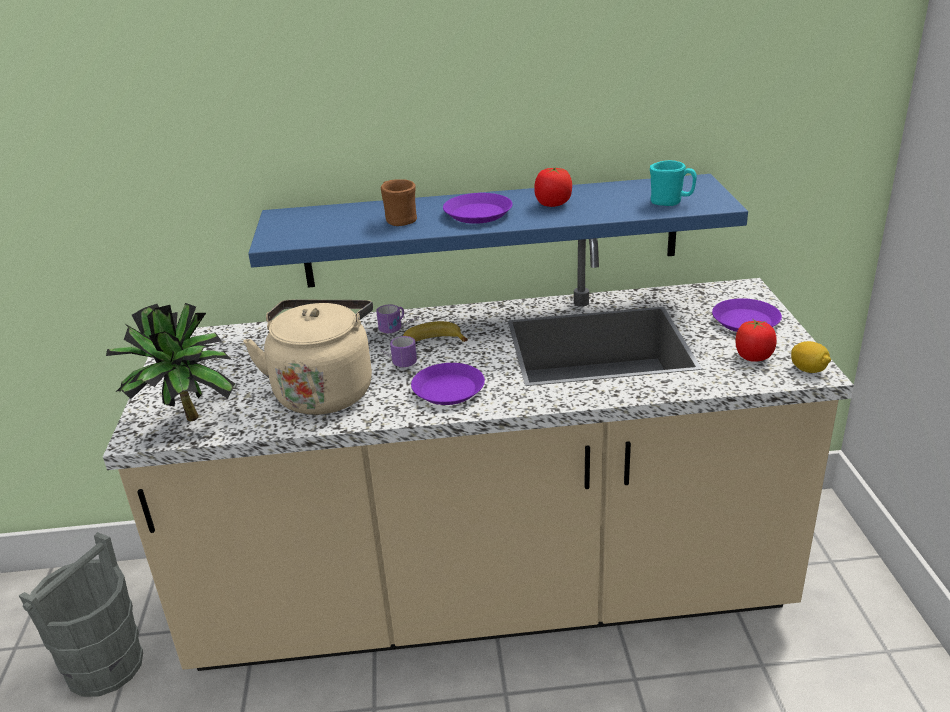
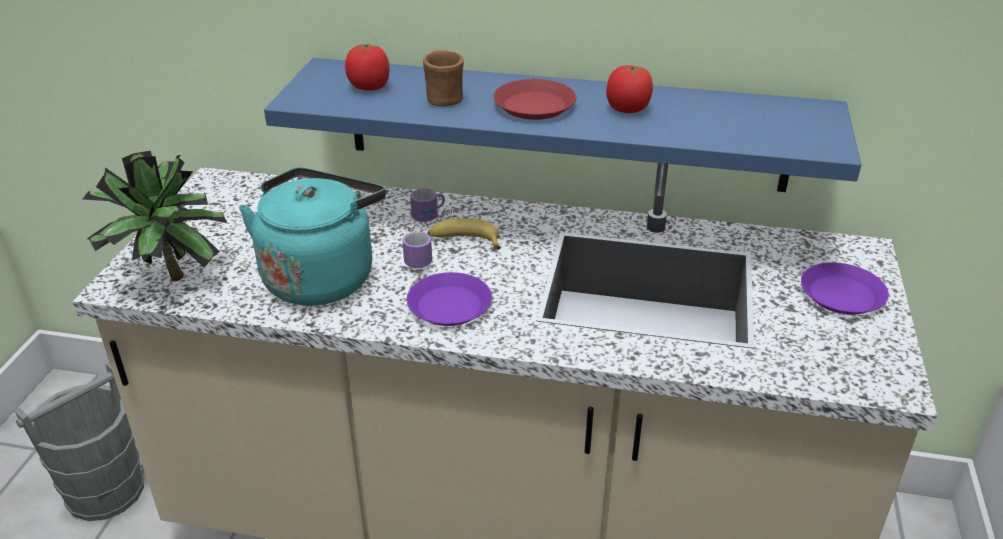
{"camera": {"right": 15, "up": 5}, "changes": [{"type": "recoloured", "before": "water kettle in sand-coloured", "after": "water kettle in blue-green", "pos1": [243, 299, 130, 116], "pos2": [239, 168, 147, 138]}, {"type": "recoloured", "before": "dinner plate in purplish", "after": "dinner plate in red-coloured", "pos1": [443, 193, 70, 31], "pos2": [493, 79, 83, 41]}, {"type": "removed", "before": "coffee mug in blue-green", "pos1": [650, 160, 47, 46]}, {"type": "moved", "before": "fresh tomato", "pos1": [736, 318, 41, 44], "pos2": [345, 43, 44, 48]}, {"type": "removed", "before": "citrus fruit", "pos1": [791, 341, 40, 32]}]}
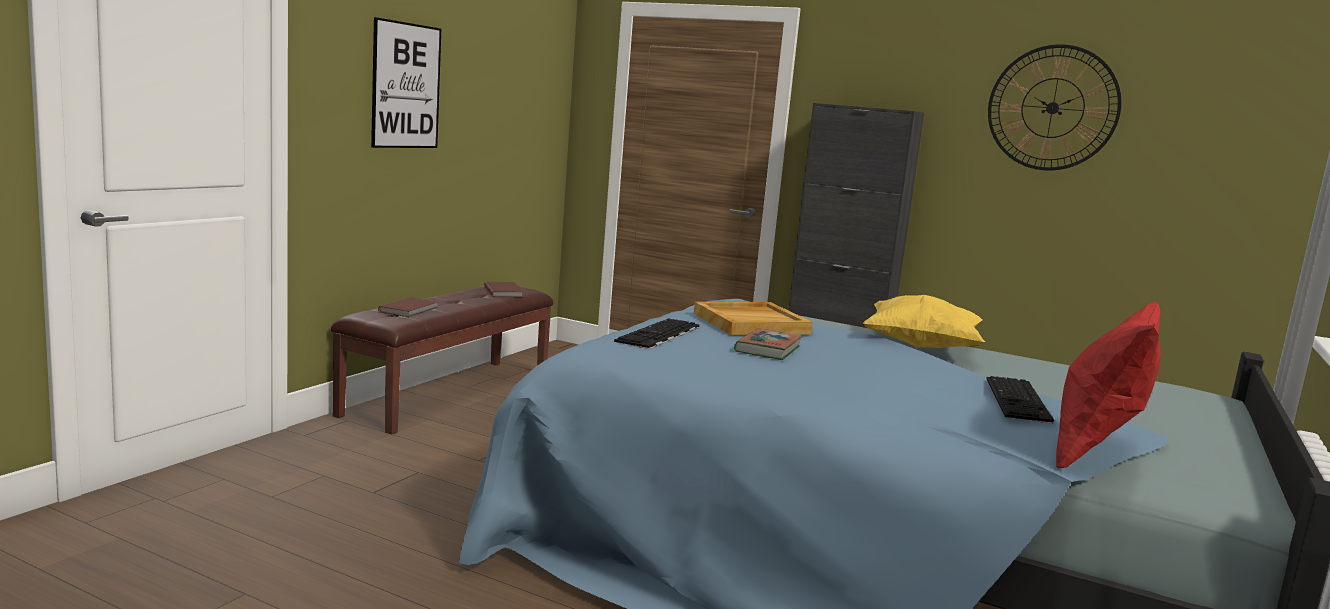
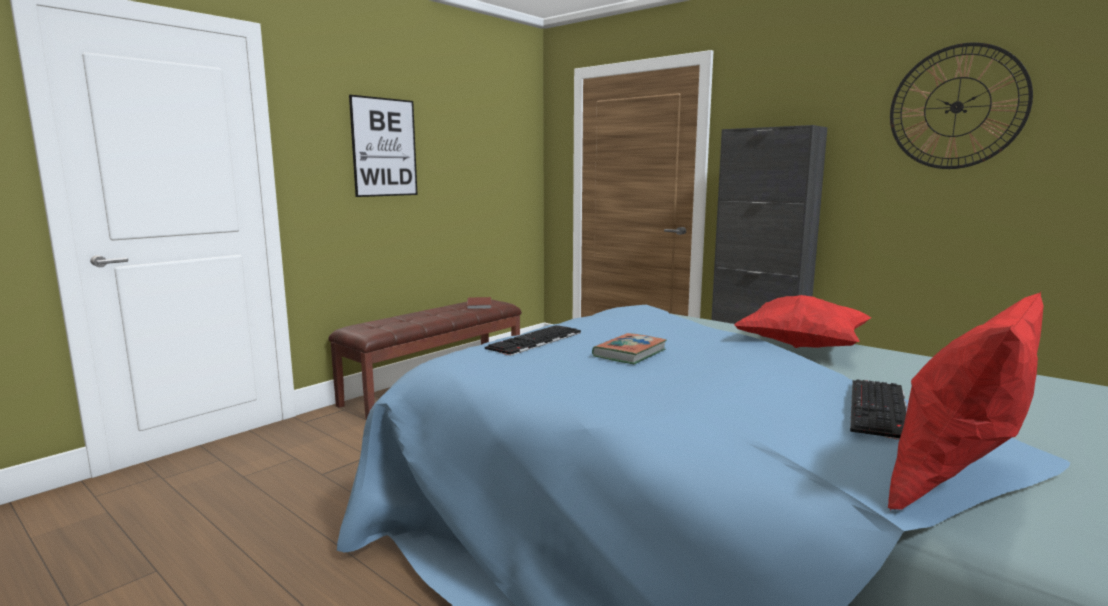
{"camera": {"right": 15, "up": 0}, "changes": [{"type": "removed", "before": "volume in brownish", "pos1": [378, 297, 60, 20]}, {"type": "removed", "before": "tray in sand-coloured", "pos1": [694, 302, 119, 33]}, {"type": "recoloured", "before": "pillow in yellowish", "after": "pillow in red-coloured", "pos1": [863, 295, 122, 53], "pos2": [734, 295, 138, 53]}]}
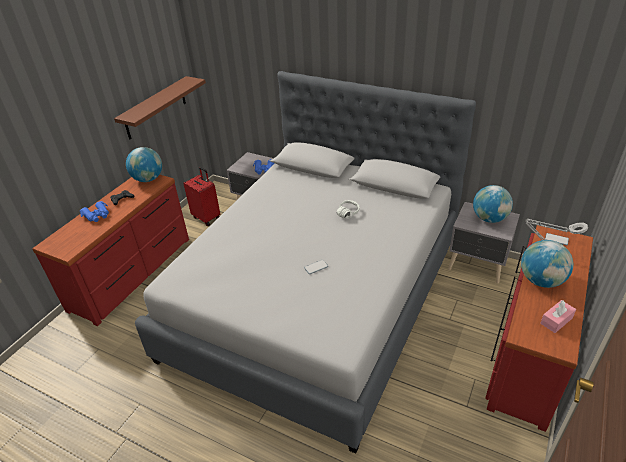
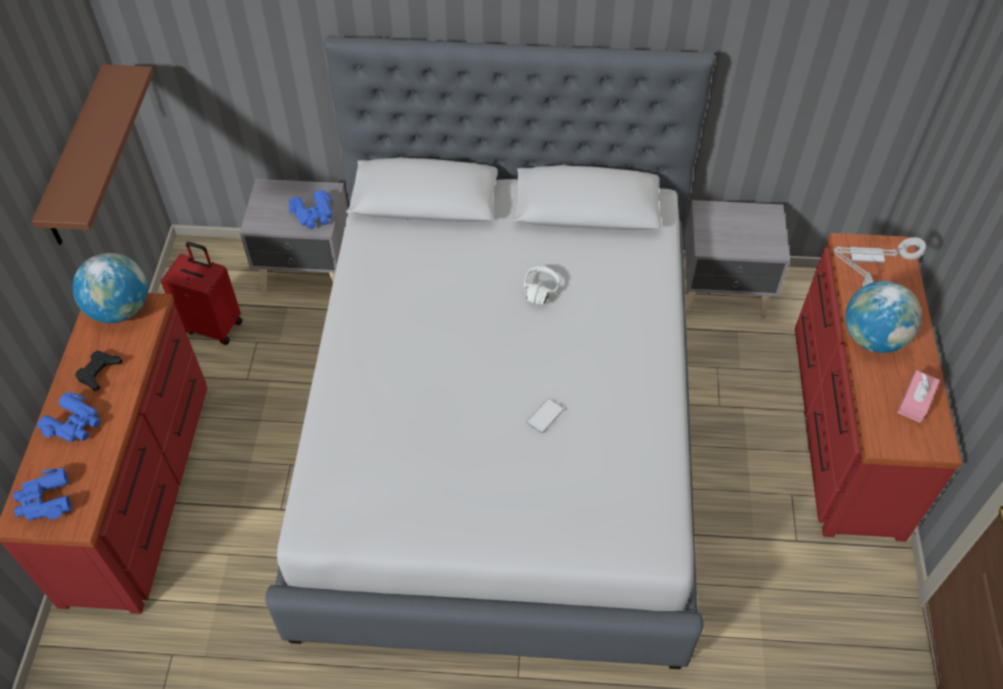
{"camera": {"right": -25, "up": 15}, "changes": [{"type": "removed", "before": "world globe", "pos1": [473, 185, 40, 38]}, {"type": "added", "after": "field glasses in blue", "pos2": [13, 467, 58, 53]}]}
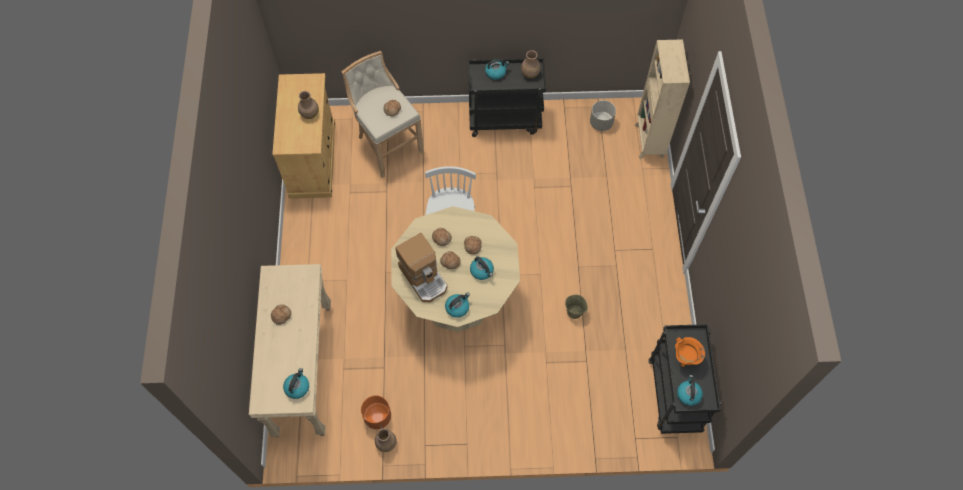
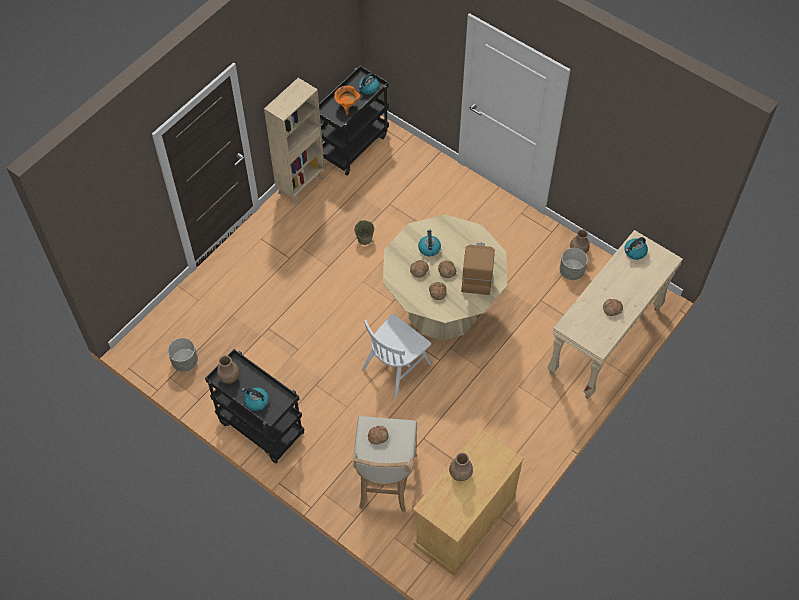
{"camera": {"right": -140, "up": -5}, "changes": [{"type": "recoloured", "before": "planter in orange", "after": "planter in gray", "pos1": [361, 396, 30, 33], "pos2": [560, 248, 28, 32]}, {"type": "removed", "before": "water kettle", "pos1": [445, 292, 25, 26]}, {"type": "moved", "before": "bookshelf in sand-coloured", "pos1": [634, 39, 56, 120], "pos2": [264, 78, 60, 127]}]}
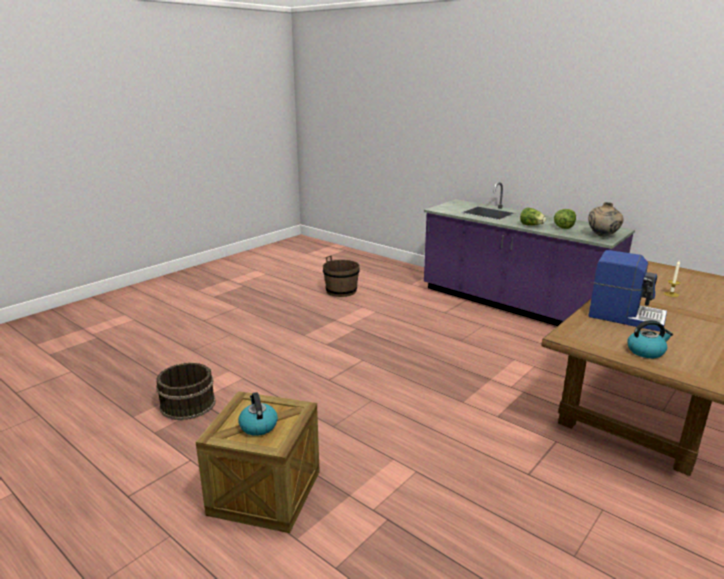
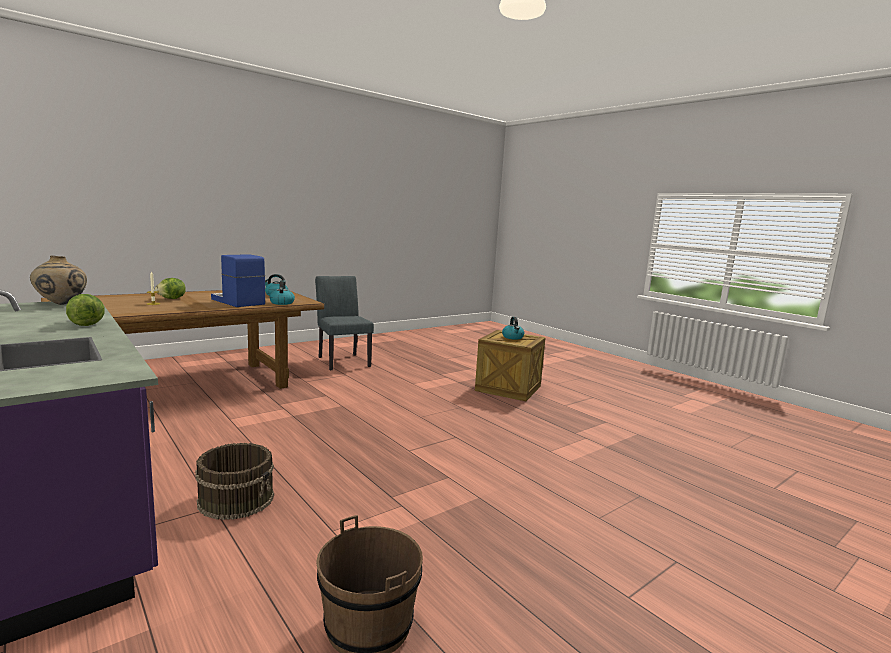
{"camera": {"right": -170, "up": -10}, "changes": [{"type": "moved", "before": "water bucket in brownish", "pos1": [156, 363, 60, 57], "pos2": [195, 443, 79, 77]}, {"type": "moved", "before": "head of lettuce", "pos1": [554, 209, 22, 20], "pos2": [155, 278, 31, 21]}, {"type": "added", "after": "water kettle", "pos2": [270, 280, 25, 25]}, {"type": "added", "after": "chair in gray", "pos2": [315, 276, 59, 94]}]}
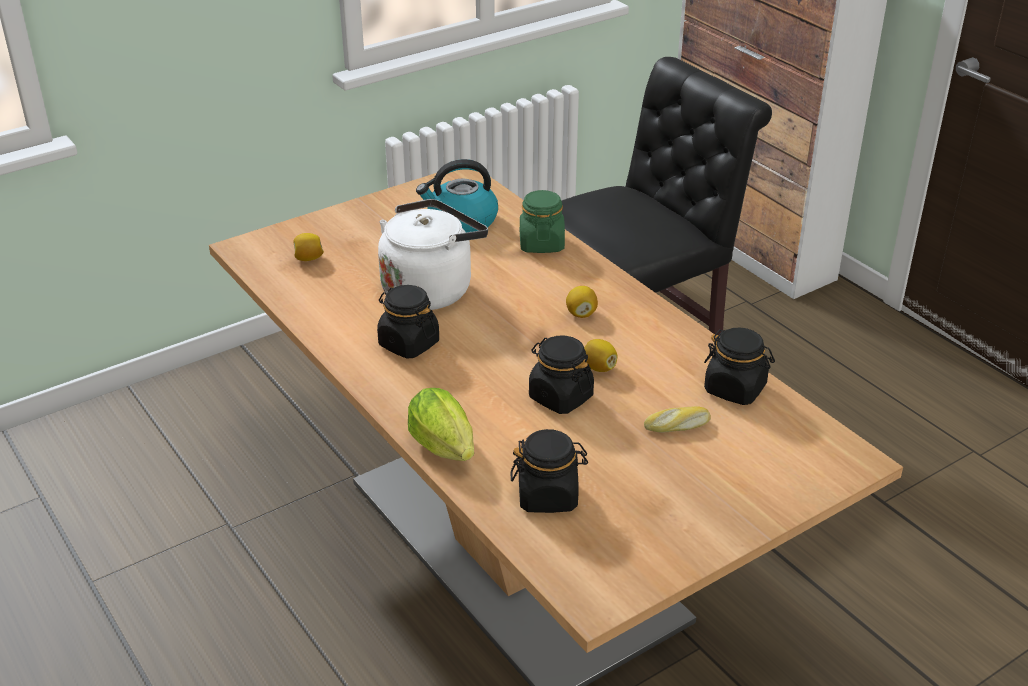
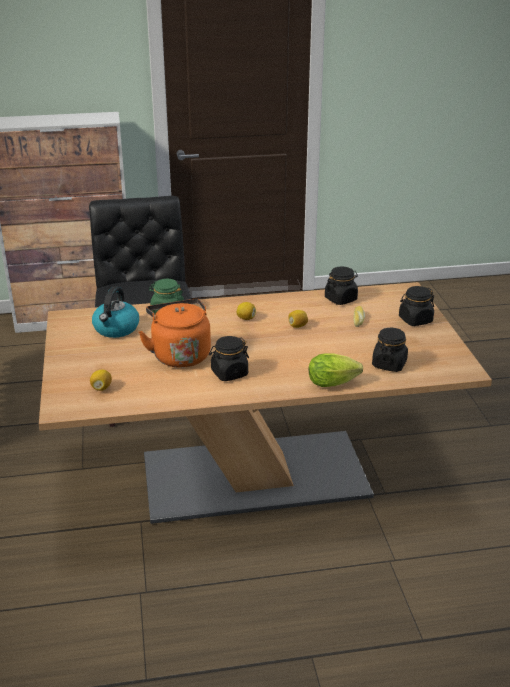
{"camera": {"right": -65, "up": -5}, "changes": [{"type": "recoloured", "before": "water kettle in whitish", "after": "water kettle in orange", "pos1": [378, 199, 110, 111], "pos2": [139, 299, 72, 69]}, {"type": "moved", "before": "jar in black-coloured", "pos1": [529, 335, 65, 79], "pos2": [399, 286, 35, 40]}]}
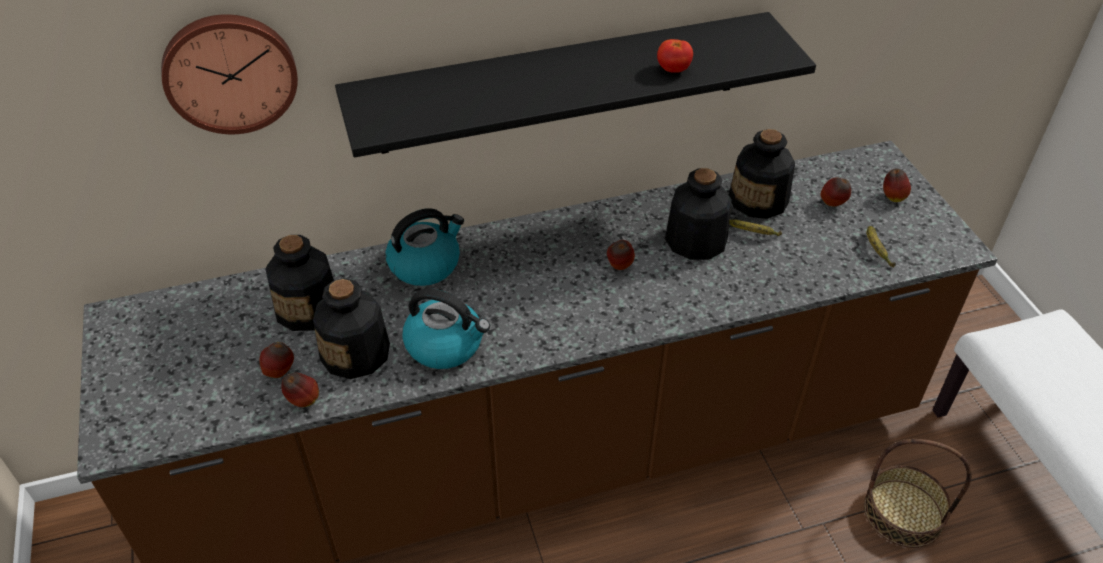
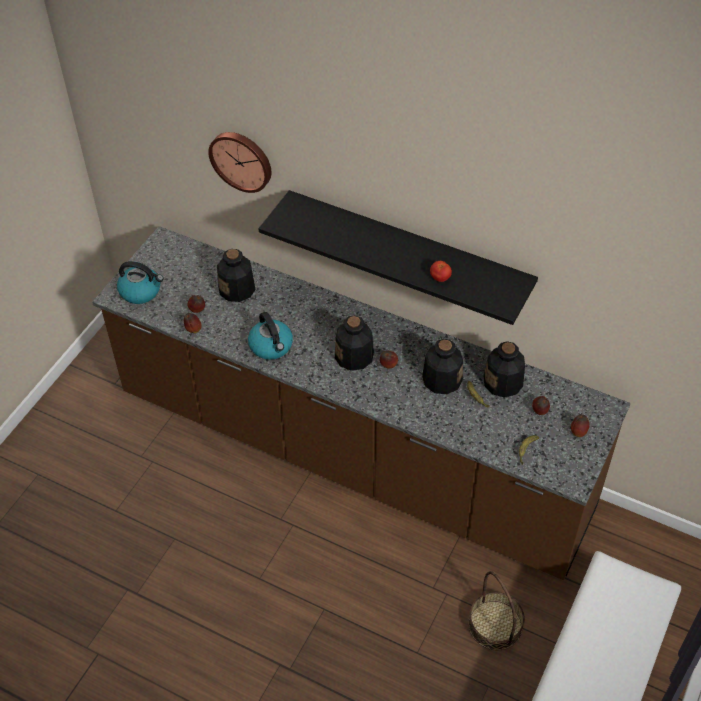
{"camera": {"right": 45, "up": 5}, "changes": [{"type": "moved", "before": "beverage bottle", "pos1": [313, 278, 77, 101], "pos2": [335, 315, 39, 56]}, {"type": "moved", "before": "water kettle", "pos1": [386, 208, 78, 78], "pos2": [117, 261, 47, 43]}]}
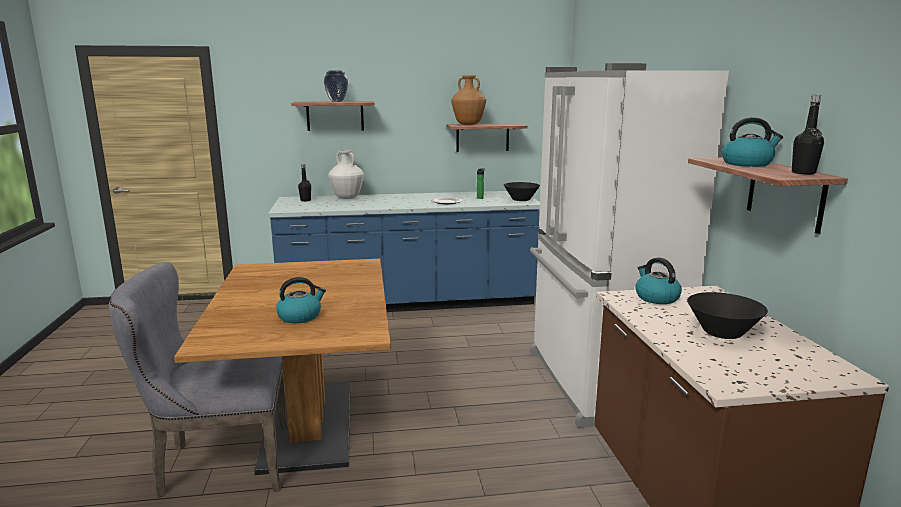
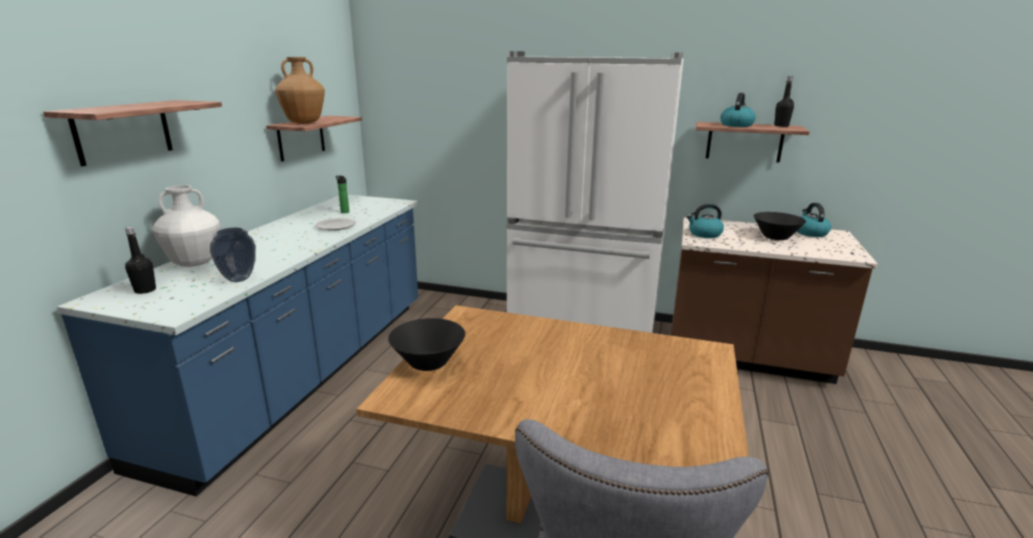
{"camera": {"right": -65, "up": 5}, "changes": [{"type": "moved", "before": "water kettle", "pos1": [276, 277, 50, 46], "pos2": [797, 203, 34, 34]}, {"type": "moved", "before": "decorative vase", "pos1": [324, 71, 24, 31], "pos2": [210, 228, 46, 54]}, {"type": "moved", "before": "bowl in black-coloured", "pos1": [504, 182, 36, 19], "pos2": [388, 318, 77, 53]}]}
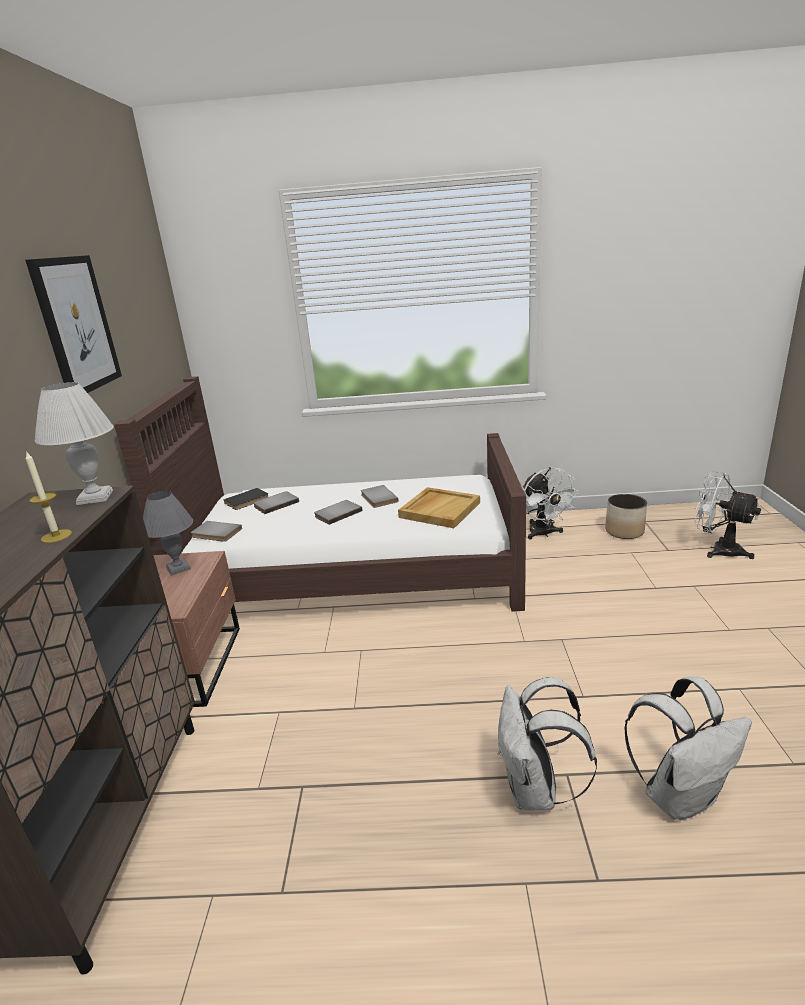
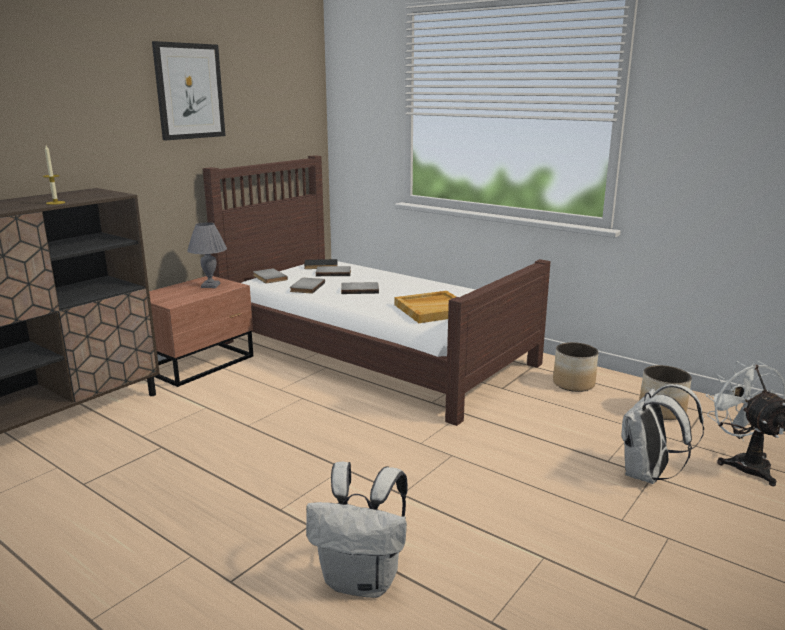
{"camera": {"right": 35, "up": -5}, "changes": [{"type": "removed", "before": "table lamp in whitish", "pos1": [35, 382, 79, 123]}, {"type": "moved", "before": "volume in gray", "pos1": [361, 485, 38, 23], "pos2": [290, 278, 35, 16]}, {"type": "moved", "before": "knapsack in whitish", "pos1": [498, 677, 99, 133], "pos2": [622, 384, 82, 100]}, {"type": "replaced", "before": "cooling fan in whitish", "after": "planter", "pos1": [523, 467, 56, 73], "pos2": [553, 342, 45, 50]}]}
